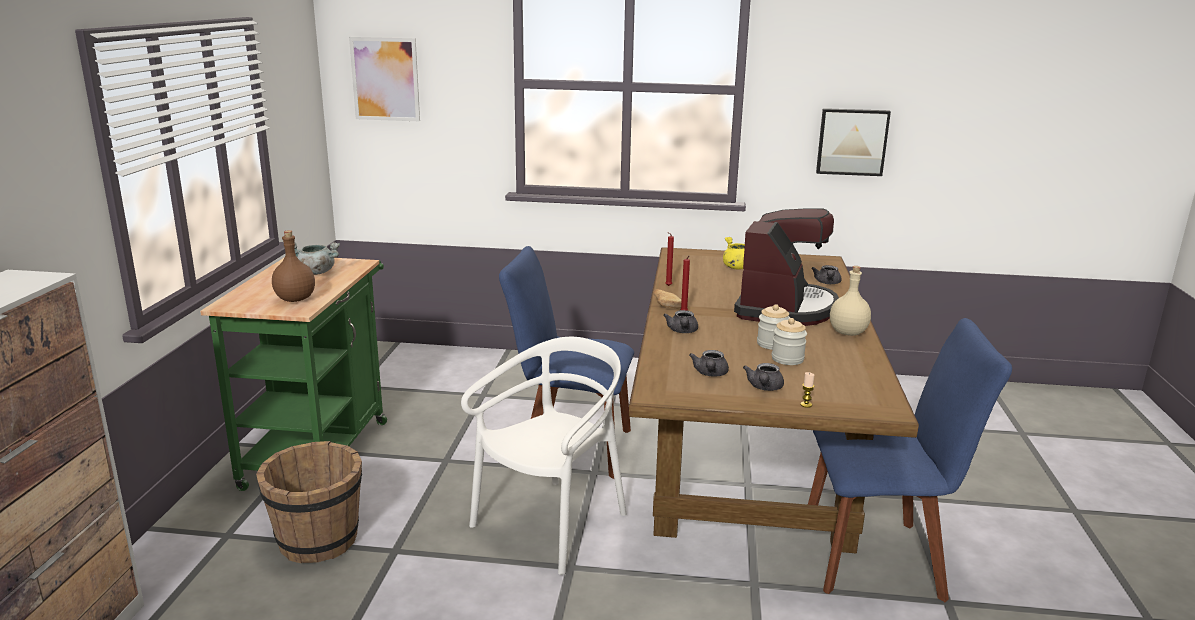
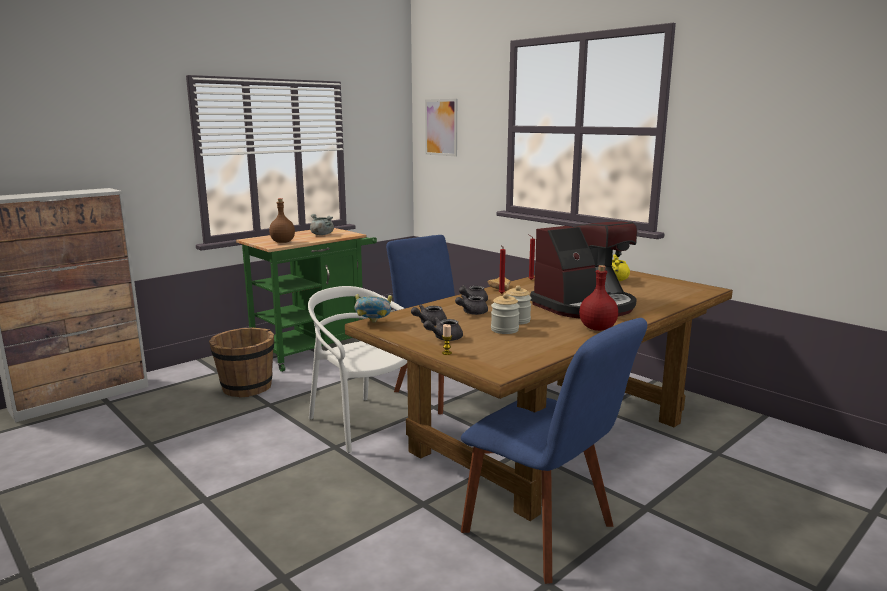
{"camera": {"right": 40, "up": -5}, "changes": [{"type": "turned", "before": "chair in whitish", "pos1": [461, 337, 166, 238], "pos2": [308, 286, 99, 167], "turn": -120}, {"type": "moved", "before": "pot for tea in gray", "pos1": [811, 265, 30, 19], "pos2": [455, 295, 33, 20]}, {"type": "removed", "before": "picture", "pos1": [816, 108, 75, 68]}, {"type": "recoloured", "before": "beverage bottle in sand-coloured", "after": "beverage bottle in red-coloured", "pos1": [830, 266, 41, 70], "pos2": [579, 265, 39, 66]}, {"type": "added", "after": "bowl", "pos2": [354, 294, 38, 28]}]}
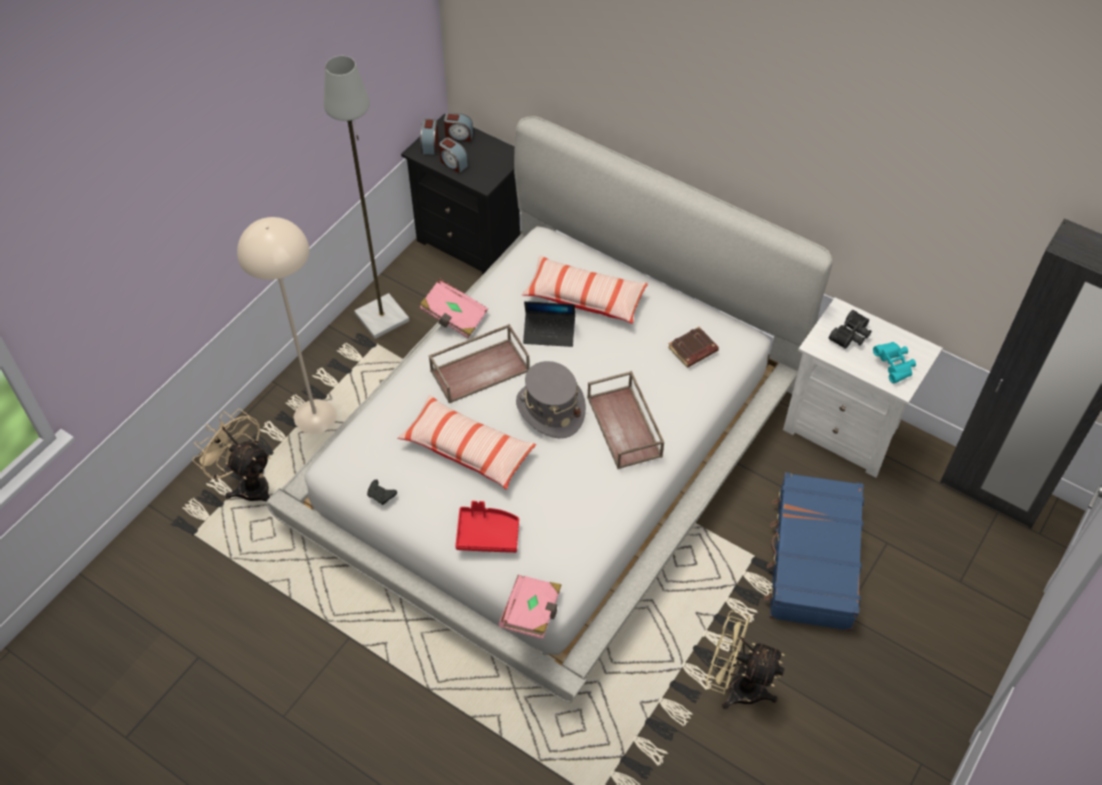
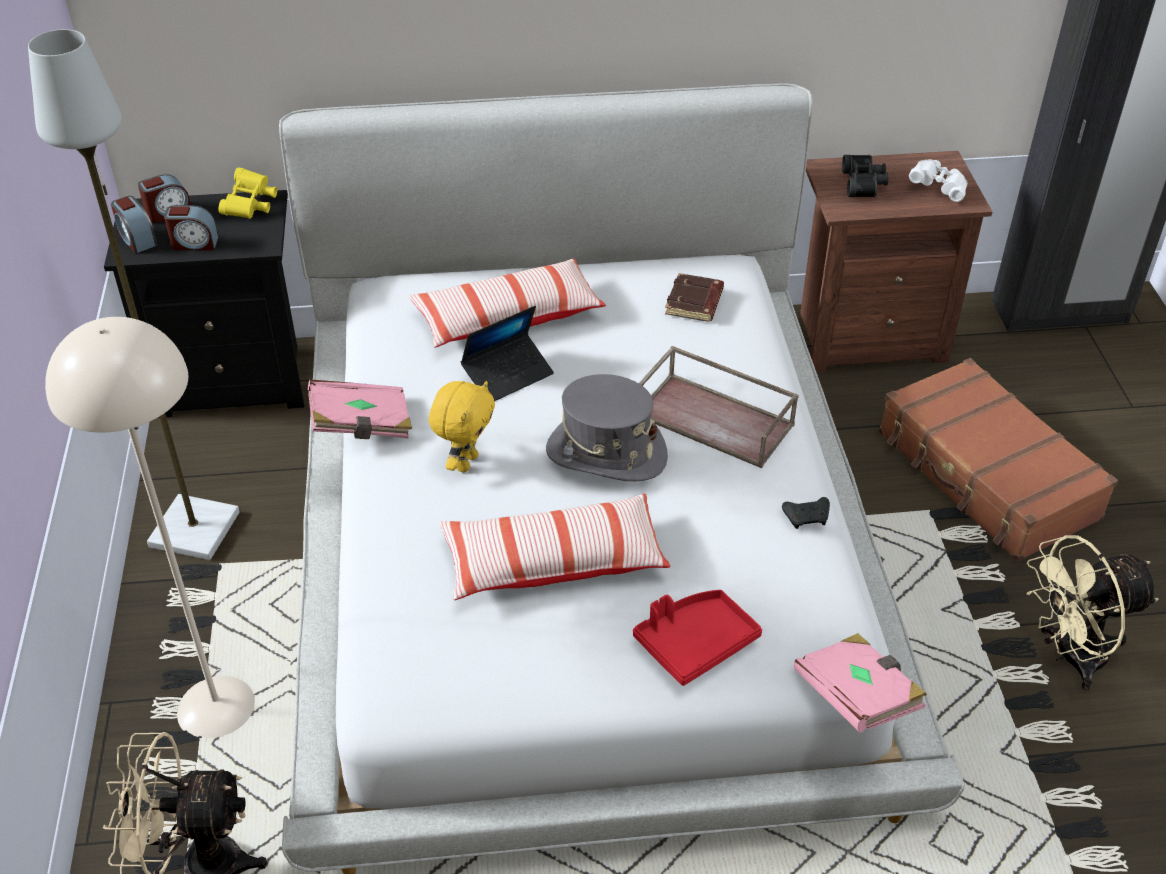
{"camera": {"right": -40, "up": -10}, "changes": [{"type": "moved", "before": "joypad in black-coloured", "pos1": [367, 480, 30, 25], "pos2": [782, 497, 48, 32]}, {"type": "replaced", "before": "tray in brownish", "after": "plush toy in yellowish", "pos1": [429, 324, 101, 79], "pos2": [429, 381, 66, 92]}, {"type": "recoloured", "before": "piece of luggage in blue", "after": "piece of luggage in brownish", "pos1": [764, 472, 100, 159], "pos2": [879, 358, 239, 204]}, {"type": "recoloured", "before": "night table in whitish", "after": "night table in brownish", "pos1": [783, 297, 159, 181], "pos2": [800, 151, 192, 221]}, {"type": "recoloured", "before": "field glasses in blue-green", "after": "field glasses in whitish", "pos1": [873, 342, 43, 41], "pos2": [909, 160, 59, 42]}, {"type": "added", "after": "field glasses in yellowish", "pos2": [219, 167, 58, 52]}]}
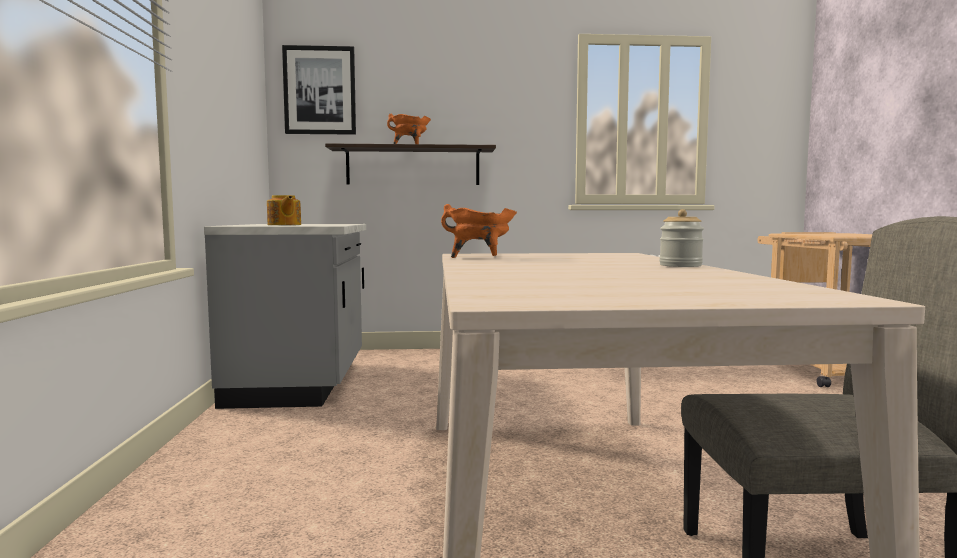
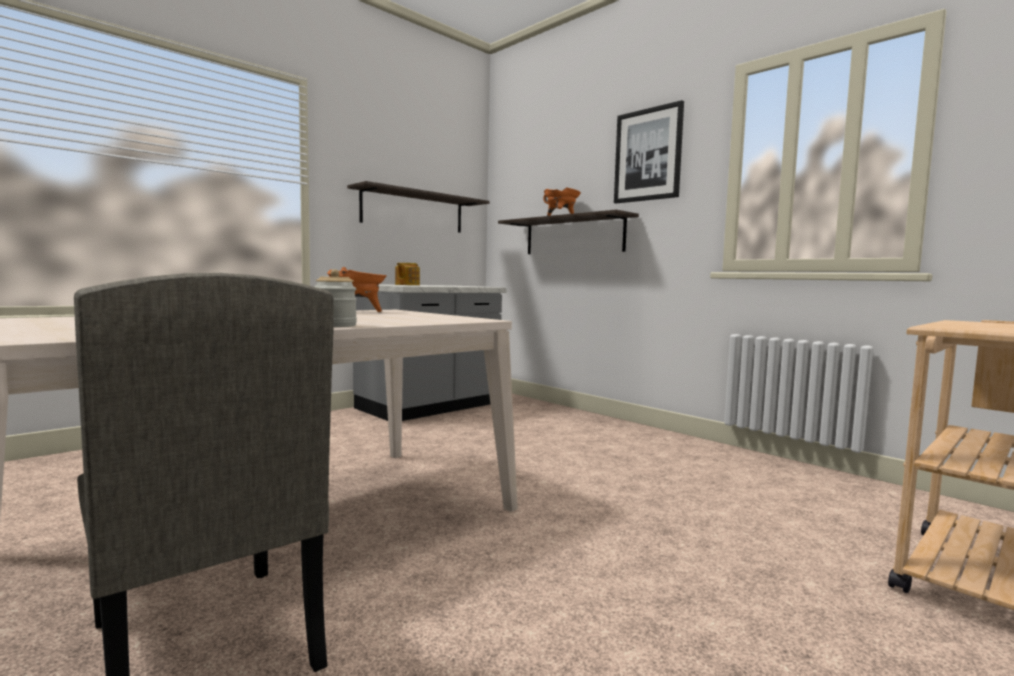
{"camera": {"right": 50, "up": 0}, "changes": [{"type": "moved", "before": "picture", "pos1": [282, 45, 74, 90], "pos2": [614, 100, 70, 104]}, {"type": "added", "after": "wall shelf", "pos2": [347, 181, 143, 52]}]}
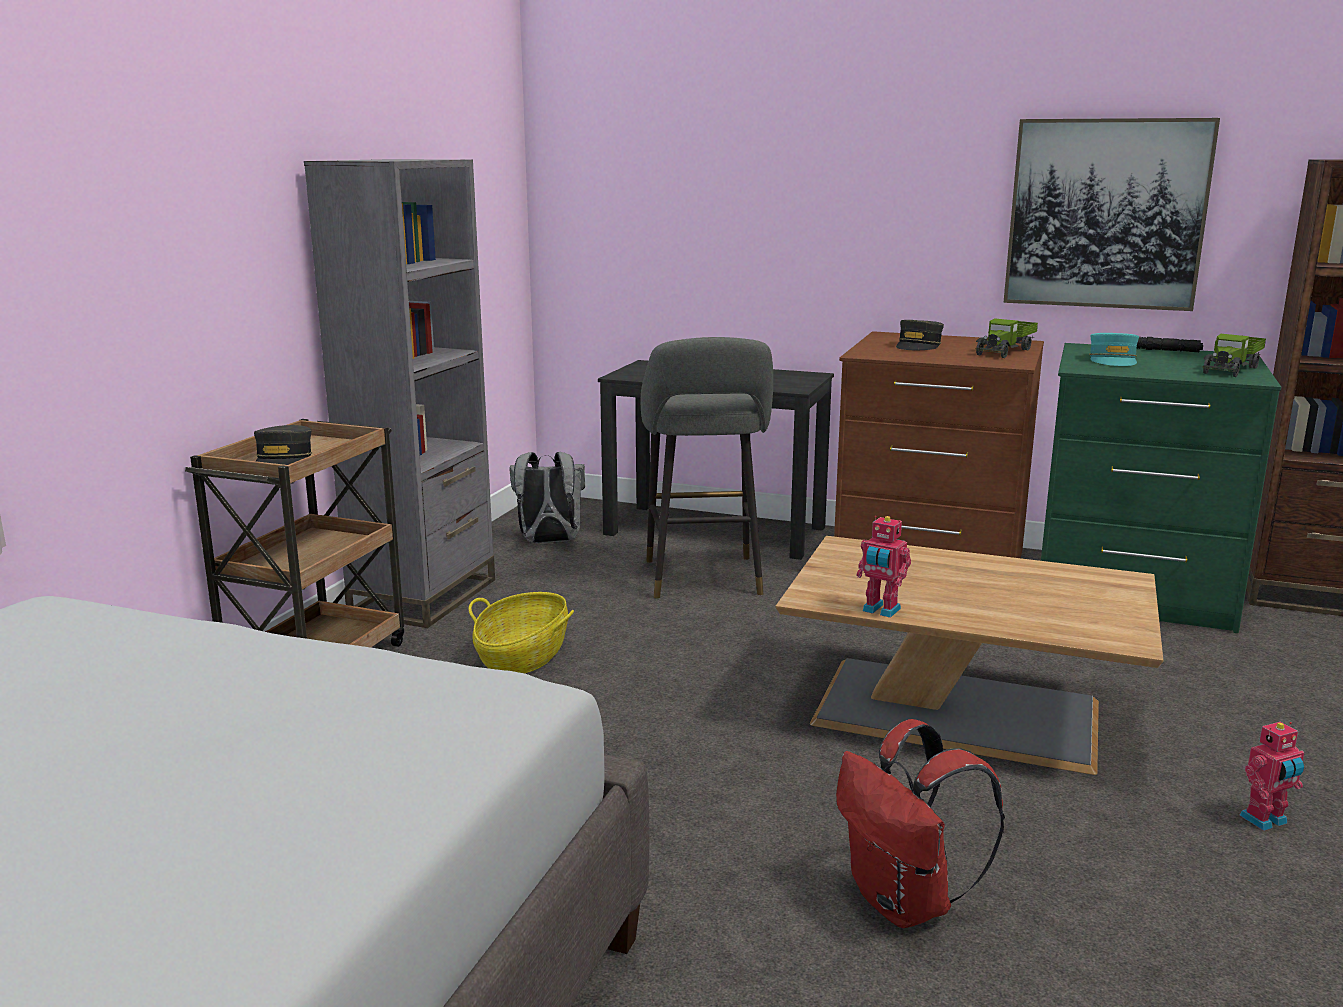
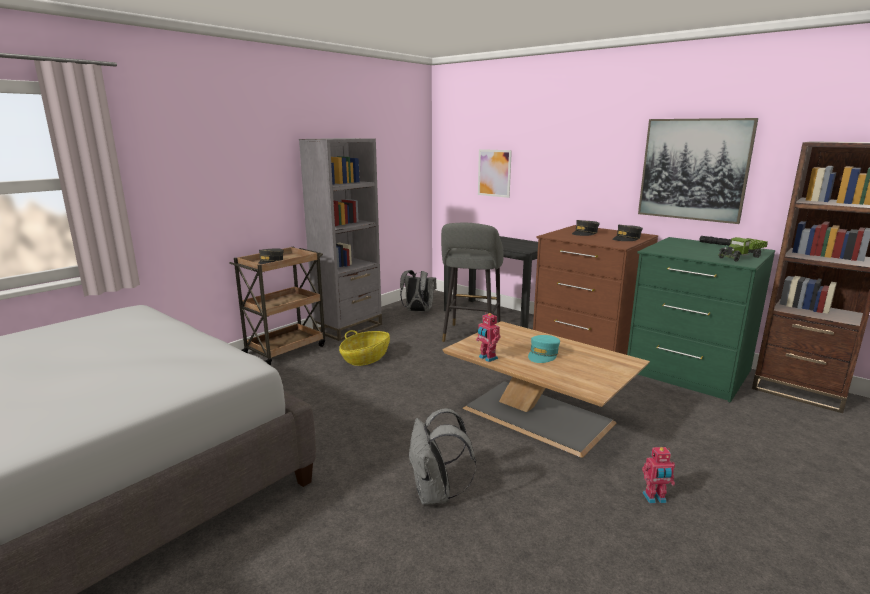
{"camera": {"right": 20, "up": 0}, "changes": [{"type": "recoloured", "before": "knapsack in red-coloured", "after": "knapsack in gray", "pos1": [836, 719, 169, 209], "pos2": [409, 408, 67, 97]}, {"type": "replaced", "before": "toy truck", "after": "peaked cap in gray", "pos1": [976, 318, 62, 40], "pos2": [613, 225, 30, 16]}, {"type": "moved", "before": "peaked cap in blue-green", "pos1": [1089, 333, 50, 33], "pos2": [528, 335, 32, 28]}, {"type": "added", "after": "picture", "pos2": [478, 149, 34, 49]}]}
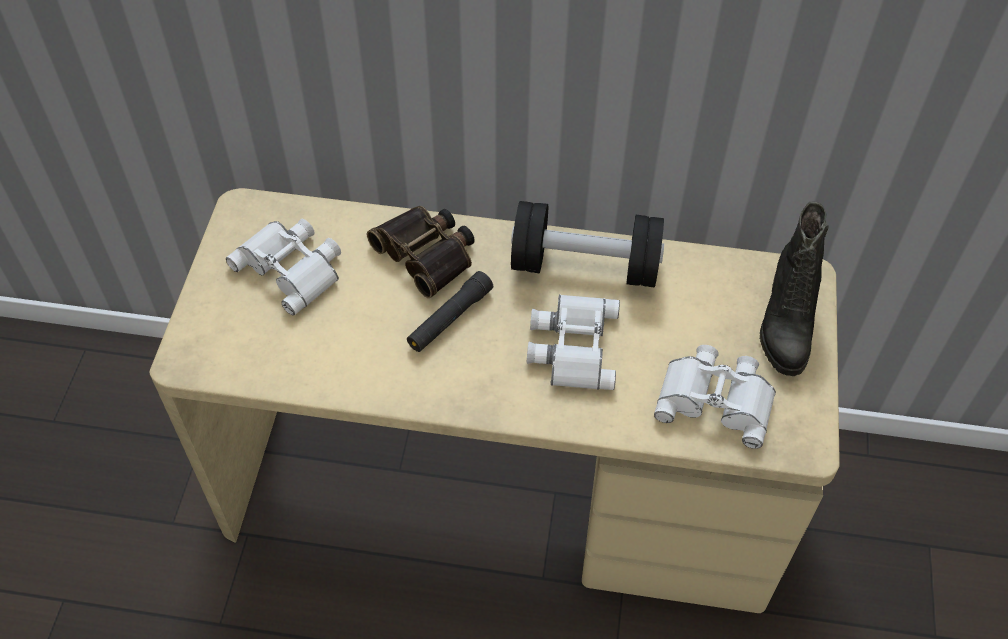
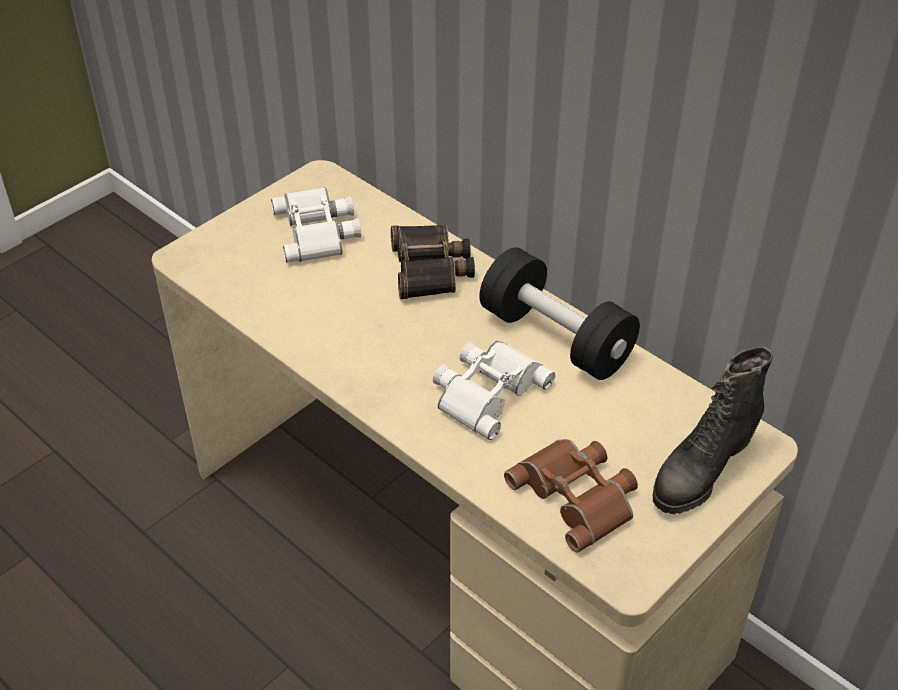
{"camera": {"right": 35, "up": -10}, "changes": [{"type": "removed", "before": "torch in black-coloured", "pos1": [407, 271, 86, 81]}, {"type": "recoloured", "before": "field glasses in whitish", "after": "field glasses in brownish", "pos1": [654, 345, 122, 104], "pos2": [504, 439, 134, 114]}]}
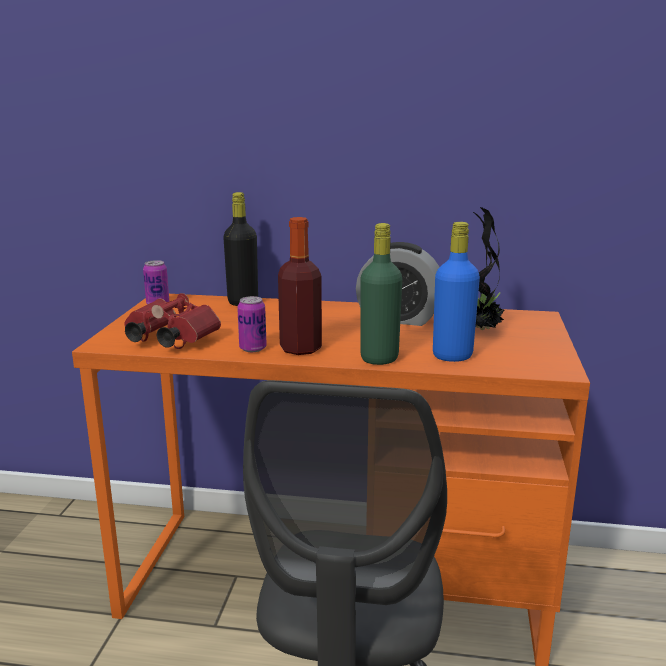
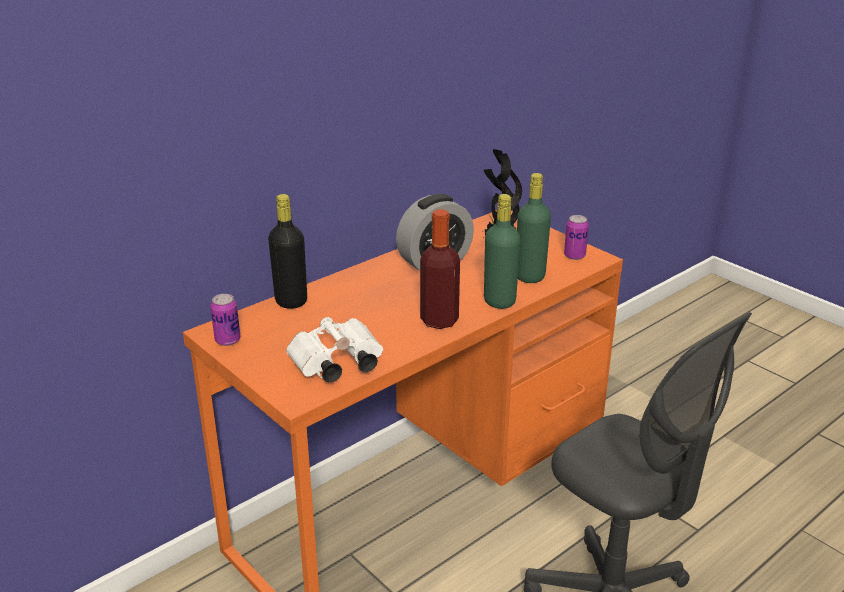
{"camera": {"right": -50, "up": 10}, "changes": [{"type": "recoloured", "before": "field glasses in red-coloured", "after": "field glasses in whitish", "pos1": [124, 293, 97, 56], "pos2": [286, 317, 97, 65]}, {"type": "moved", "before": "sealed can", "pos1": [237, 296, 30, 56], "pos2": [564, 215, 25, 45]}, {"type": "recoloured", "before": "beverage bottle in blue", "after": "beverage bottle in greenish", "pos1": [433, 222, 47, 140], "pos2": [517, 173, 34, 110]}]}
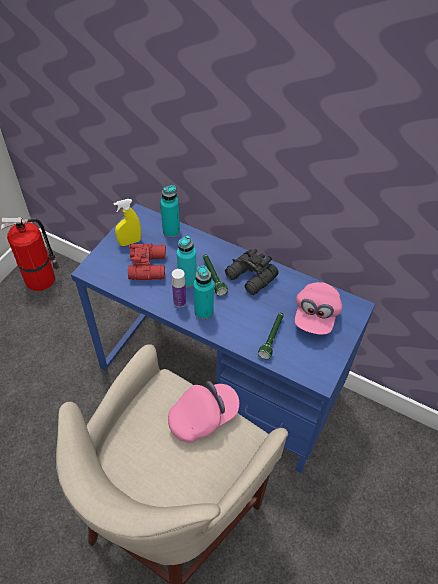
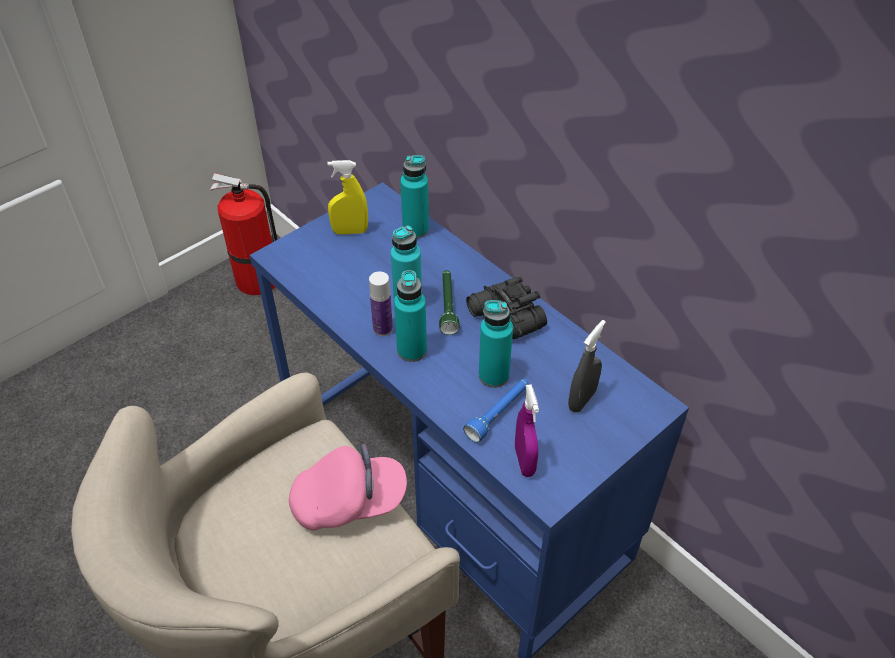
{"camera": {"right": 20, "up": -5}, "changes": [{"type": "removed", "before": "field glasses in red-coloured", "pos1": [128, 243, 38, 37]}, {"type": "recoloured", "before": "torch in greenish", "after": "torch in blue", "pos1": [258, 312, 26, 48], "pos2": [463, 379, 66, 64]}, {"type": "replaced", "before": "peaked cap in pinkish", "after": "sprayer in gray", "pos1": [295, 282, 47, 52], "pos2": [568, 320, 38, 92]}, {"type": "added", "after": "beverage bottle in blue-green", "pos2": [479, 300, 34, 88]}, {"type": "added", "after": "sprayer in purplish", "pos2": [515, 384, 24, 93]}]}
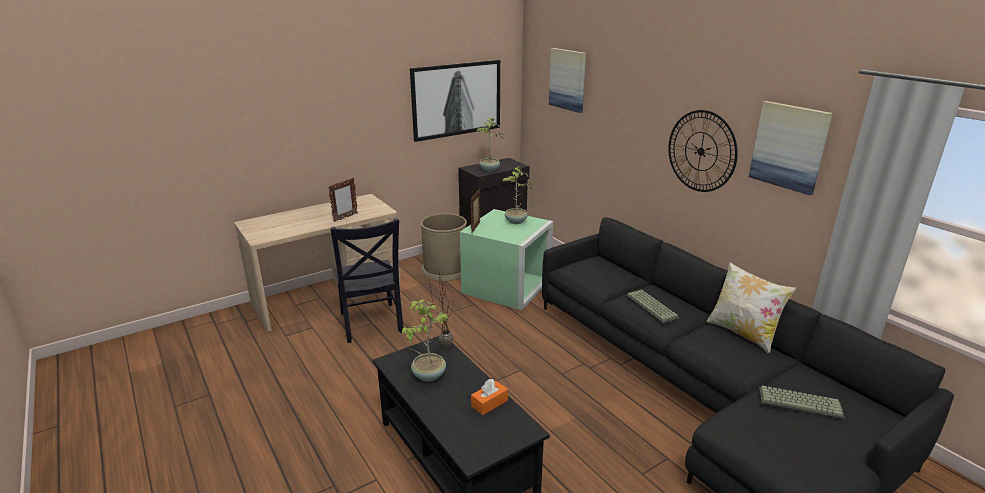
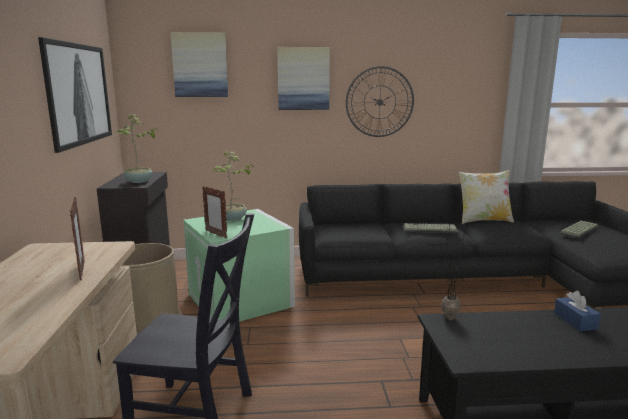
{"camera": {"right": -60, "up": -10}, "changes": [{"type": "removed", "before": "potted plant", "pos1": [402, 300, 47, 82]}, {"type": "recoloured", "before": "tissue box in orange", "after": "tissue box in blue", "pos1": [471, 379, 37, 36], "pos2": [554, 291, 47, 40]}, {"type": "moved", "before": "picture", "pos1": [749, 101, 84, 94], "pos2": [277, 47, 53, 63]}]}
